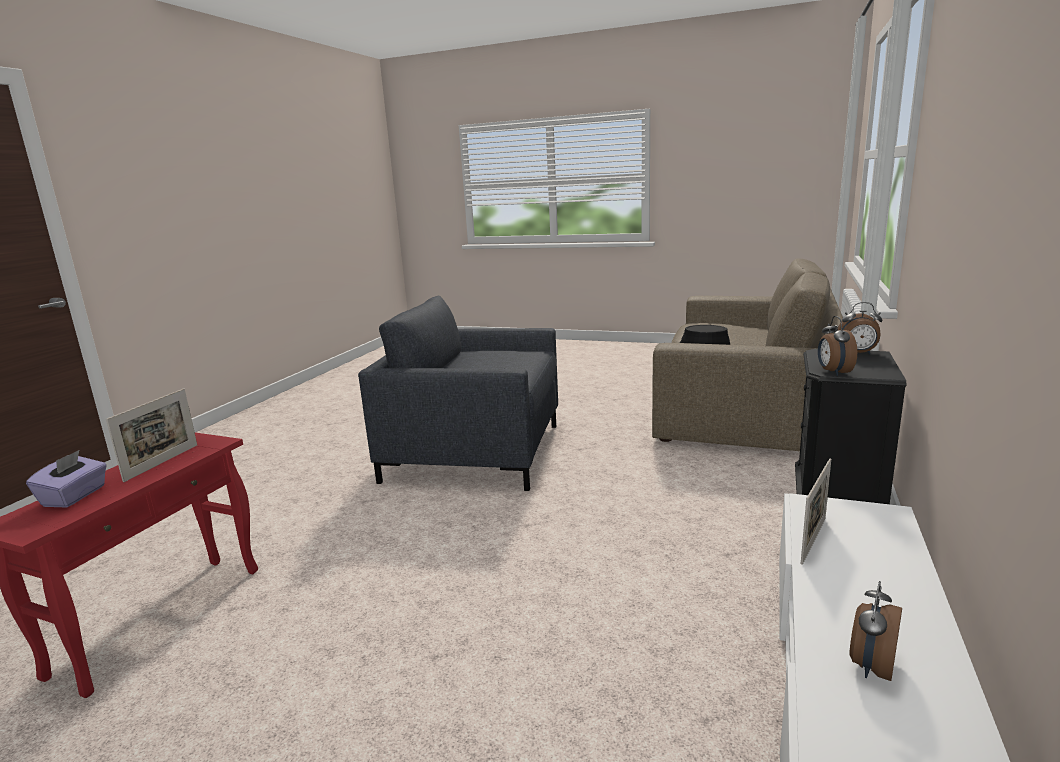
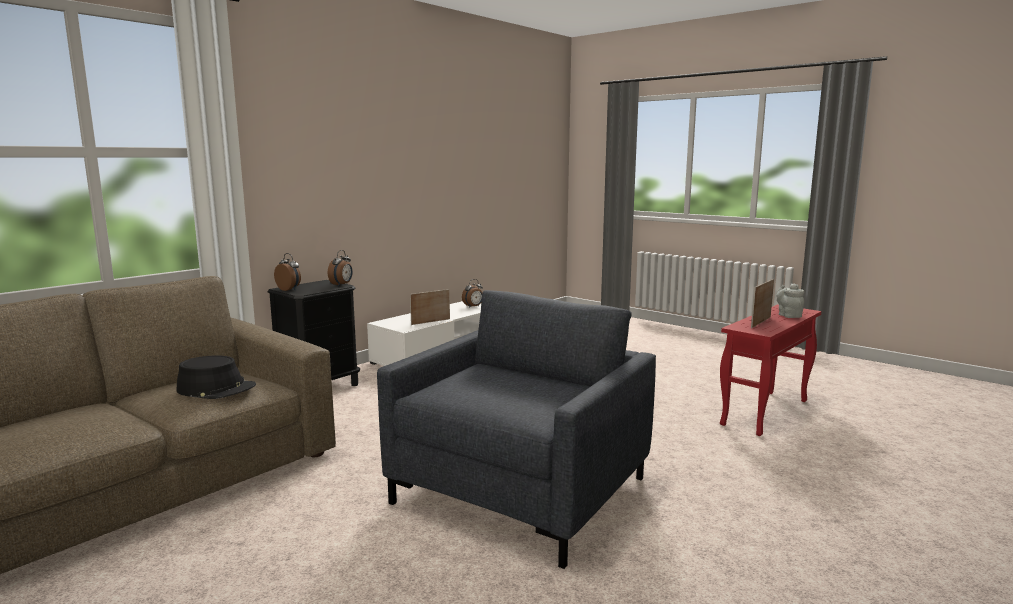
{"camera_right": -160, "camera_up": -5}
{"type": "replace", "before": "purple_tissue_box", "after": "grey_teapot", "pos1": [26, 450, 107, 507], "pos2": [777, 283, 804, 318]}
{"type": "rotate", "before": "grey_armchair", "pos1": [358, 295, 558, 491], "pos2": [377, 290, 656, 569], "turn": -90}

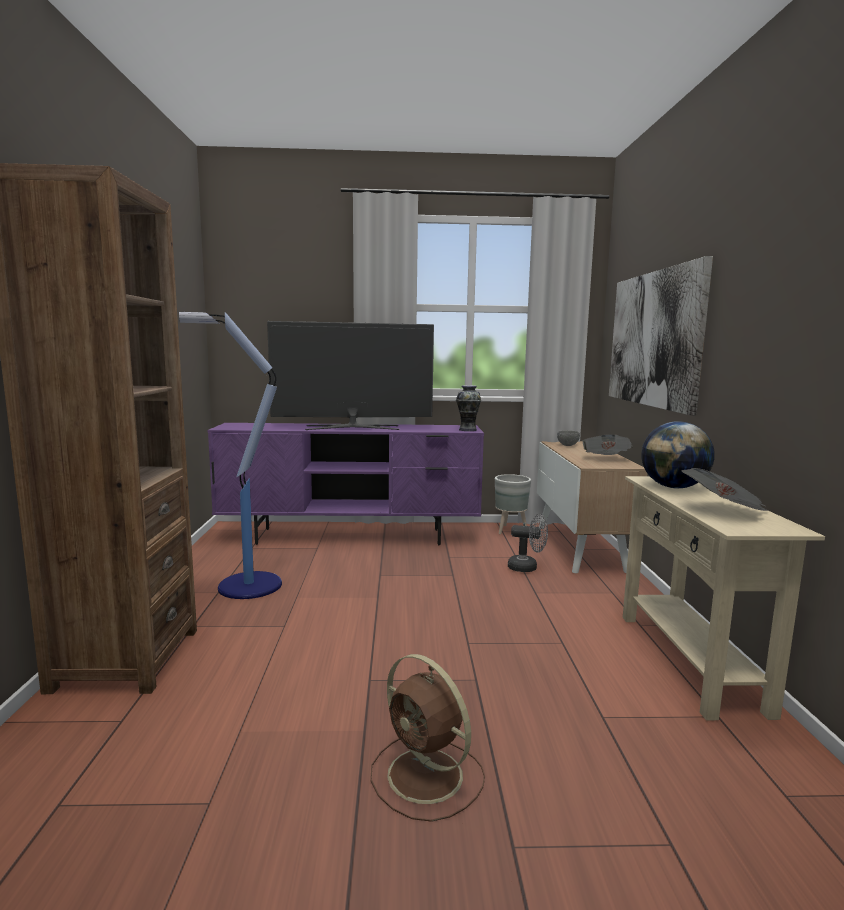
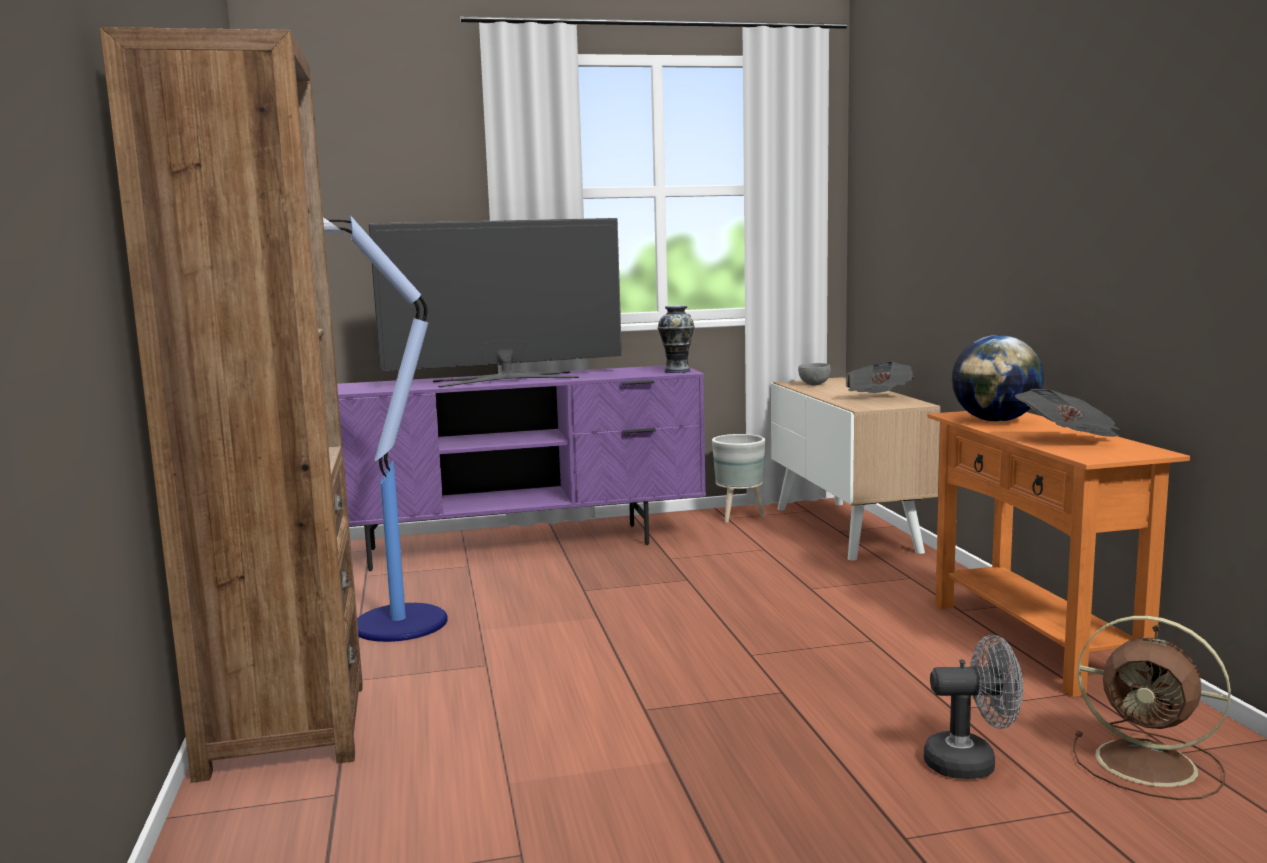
{"camera_right": -10, "camera_up": 0}
{"type": "move", "before": "brown_fan", "pos1": [370, 654, 485, 822], "pos2": [1073, 616, 1231, 800]}
{"type": "move", "before": "grey_fan", "pos1": [508, 514, 548, 572], "pos2": [924, 635, 1023, 779]}
{"type": "delete", "before": "picture", "pos1": [609, 256, 713, 415]}
{"type": "recolor", "before": "beige_console_table", "after": "orange_console_table", "pos1": [623, 476, 825, 720], "pos2": [927, 411, 1190, 697]}

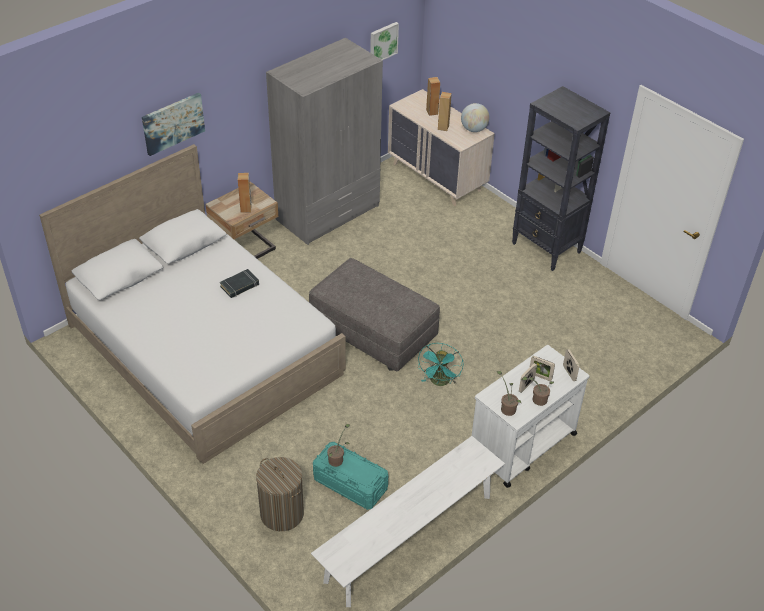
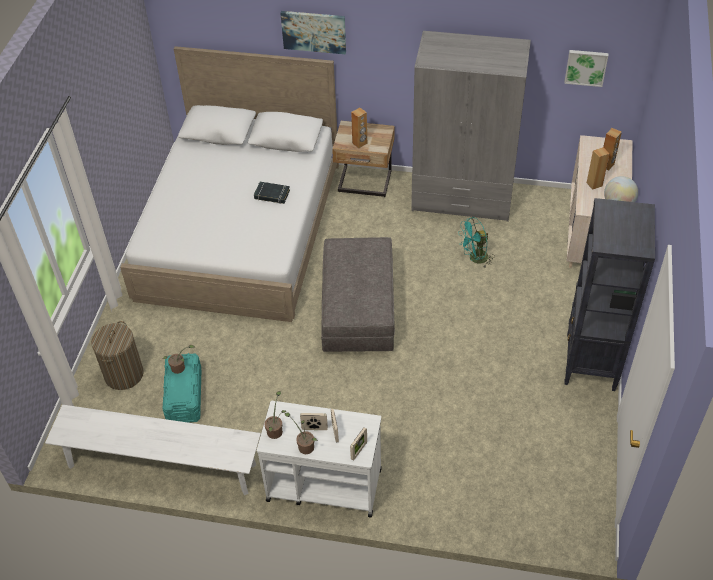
{"camera_right": 55, "camera_up": 5}
{"type": "move", "before": "turquoise_fan", "pos1": [417, 343, 464, 386], "pos2": [458, 217, 495, 268]}

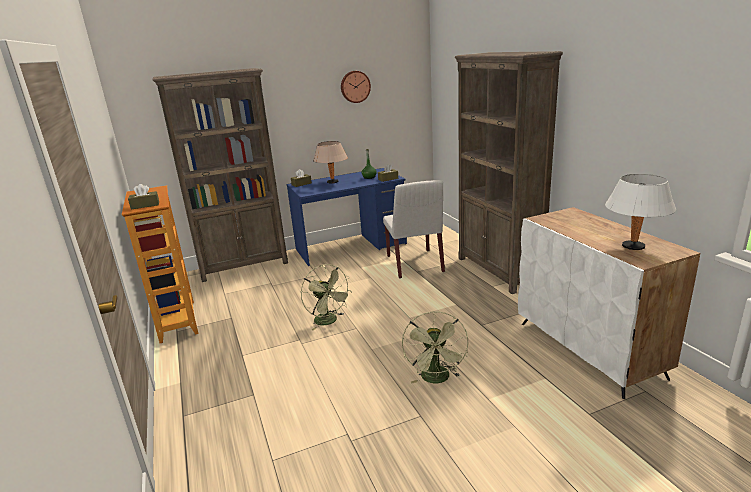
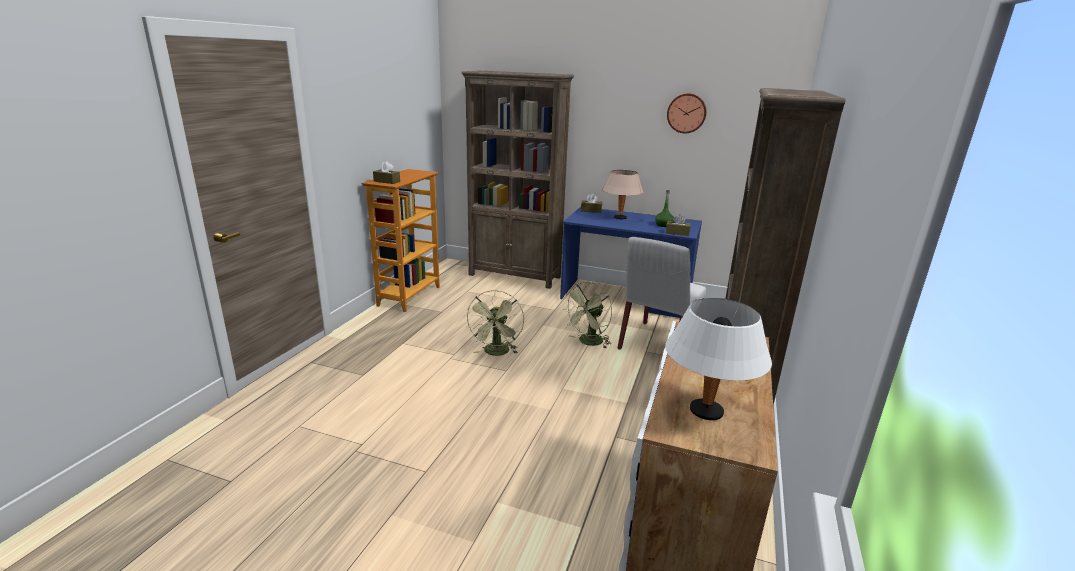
{"camera_right": 40, "camera_up": 0}
{"type": "move", "before": "green_fan", "pos1": [402, 311, 468, 383], "pos2": [562, 281, 612, 349]}

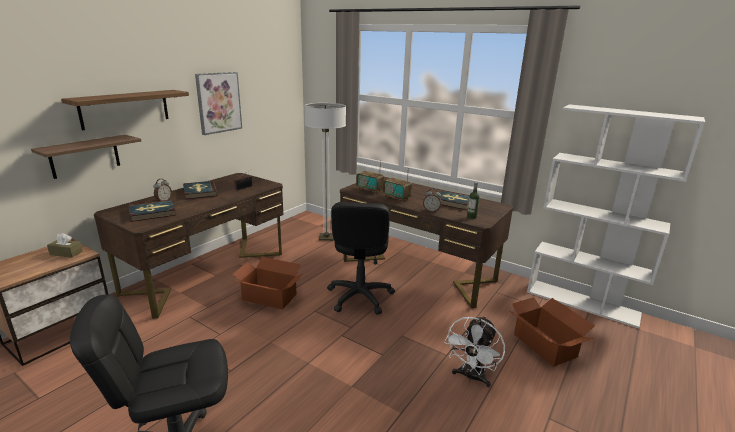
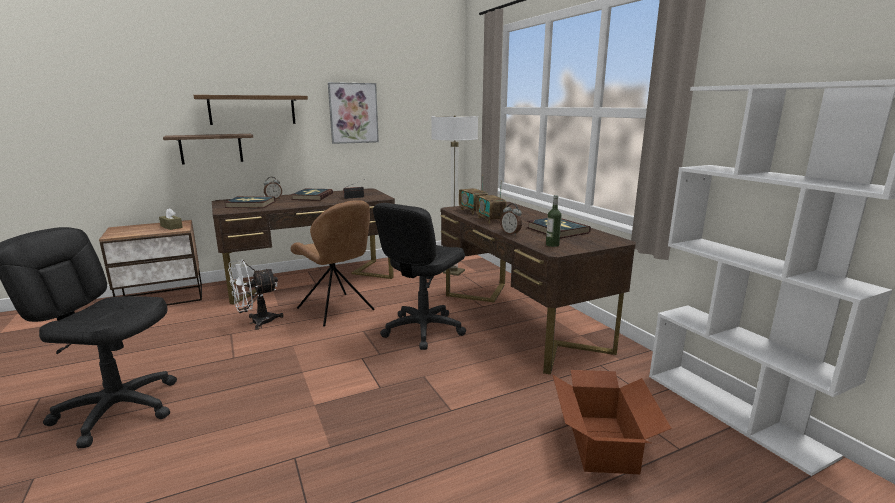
{"camera_right": 30, "camera_up": -5}
{"type": "replace", "before": "cardboard_box", "after": "brown_chair", "pos1": [232, 257, 304, 310], "pos2": [291, 200, 375, 326]}
{"type": "move", "before": "white_fan", "pos1": [444, 316, 505, 387], "pos2": [228, 259, 284, 330]}

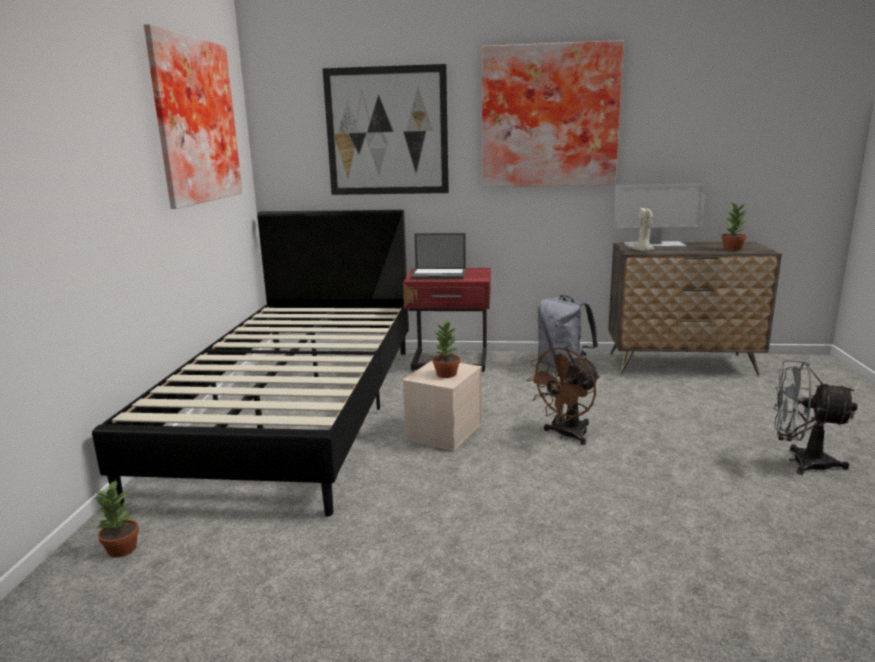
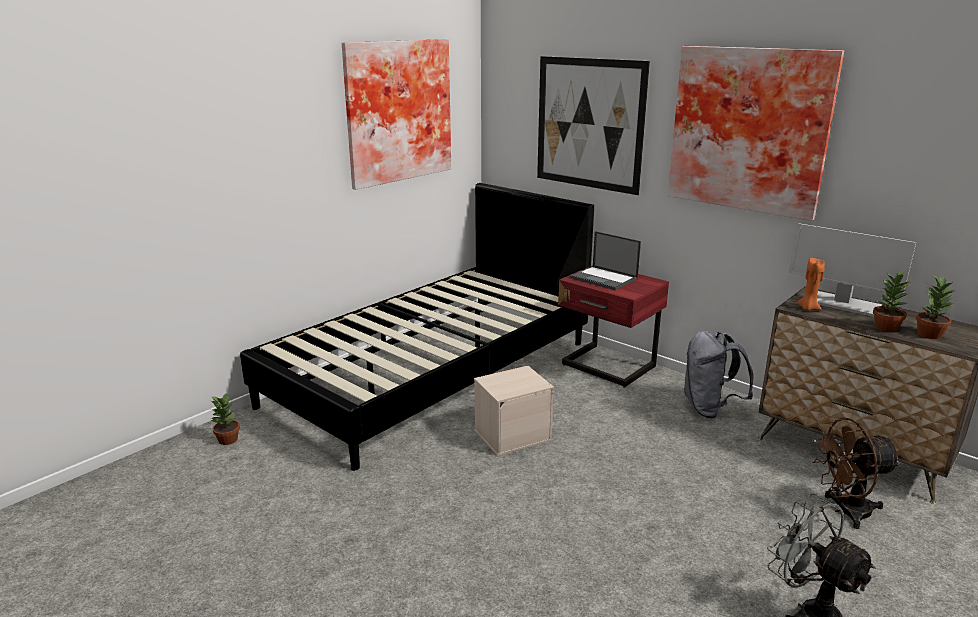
{"camera_right": 35, "camera_up": 5}
{"type": "move", "before": "potted_plant", "pos1": [432, 319, 460, 378], "pos2": [873, 271, 910, 332]}
{"type": "move", "before": "brown_fan", "pos1": [527, 347, 600, 445], "pos2": [811, 418, 901, 529]}
{"type": "recolor", "before": "beige_candle", "after": "orange_candle", "pos1": [632, 207, 654, 252], "pos2": [797, 258, 825, 311]}

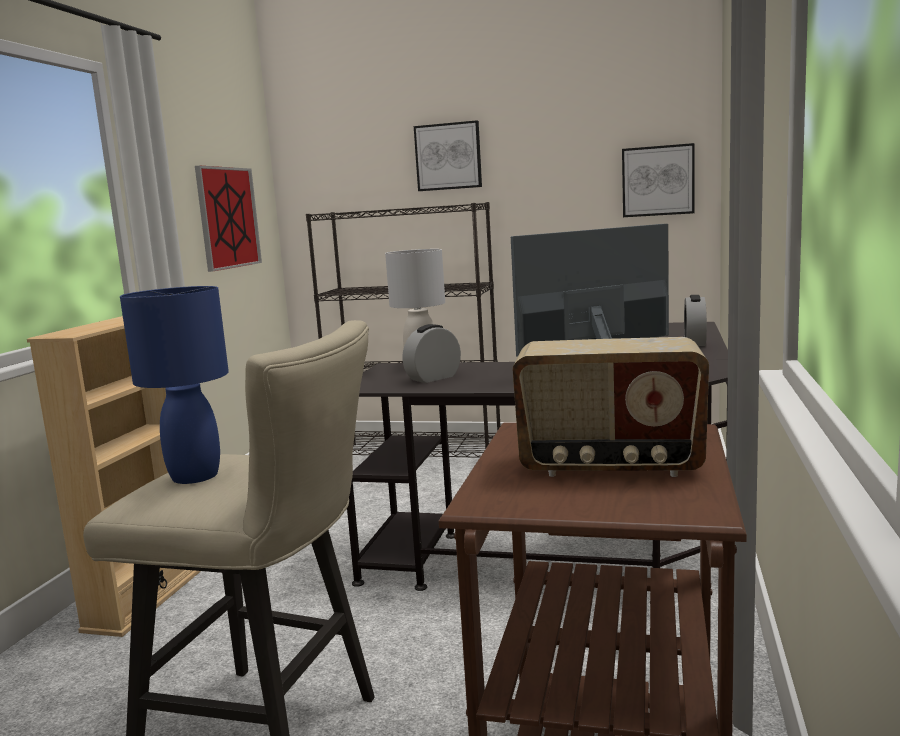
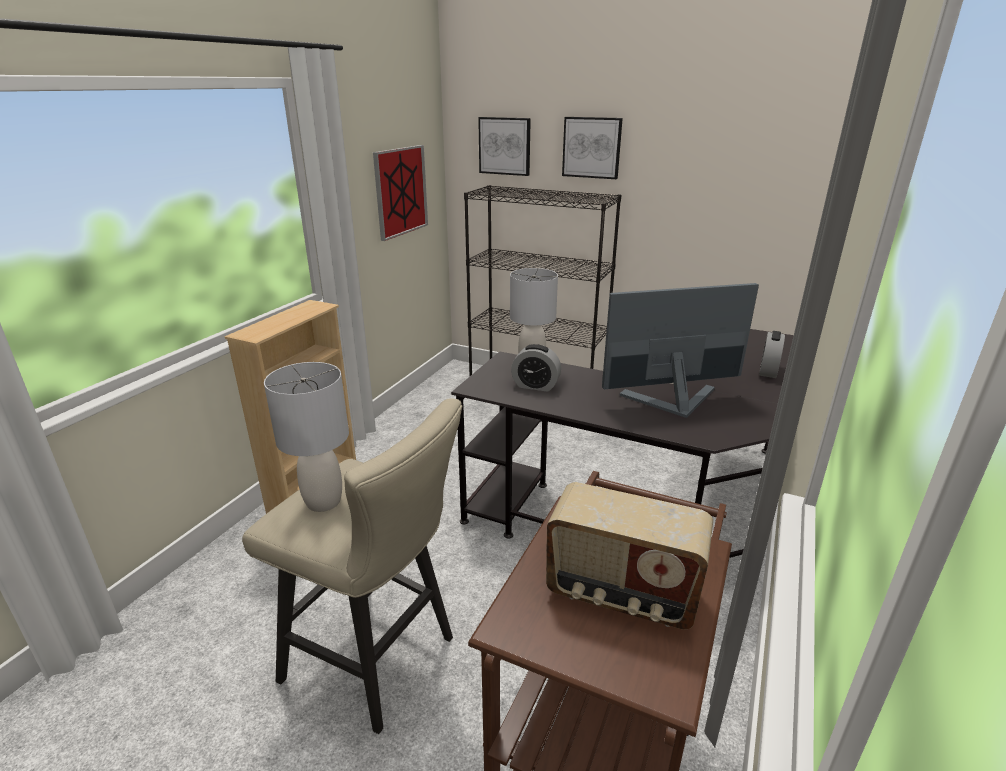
{"camera_right": 10, "camera_up": 15}
{"type": "recolor", "before": "blue_table_lamp", "after": "grey_table_lamp", "pos1": [120, 286, 229, 484], "pos2": [264, 362, 349, 512]}
{"type": "rotate", "before": "alarm_clock", "pos1": [402, 324, 461, 383], "pos2": [511, 344, 561, 392], "turn": -135}
{"type": "move", "before": "picture", "pos1": [622, 143, 695, 217], "pos2": [478, 117, 531, 176]}

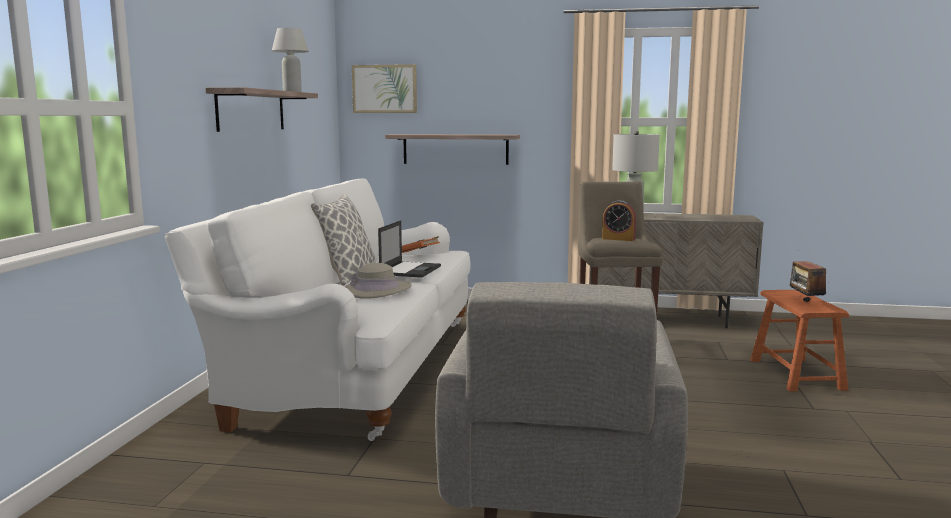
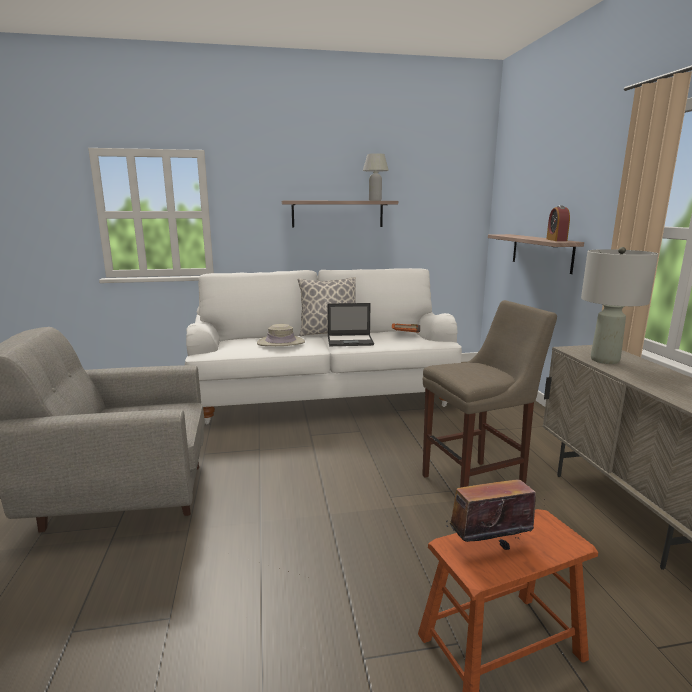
{"camera_right": 70, "camera_up": 5}
{"type": "delete", "before": "picture", "pos1": [352, 64, 417, 113]}
{"type": "move", "before": "alarm_clock", "pos1": [602, 200, 636, 241], "pos2": [546, 206, 570, 241]}

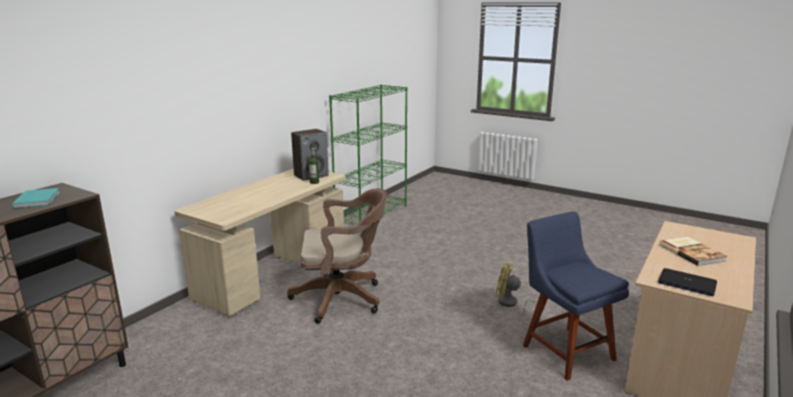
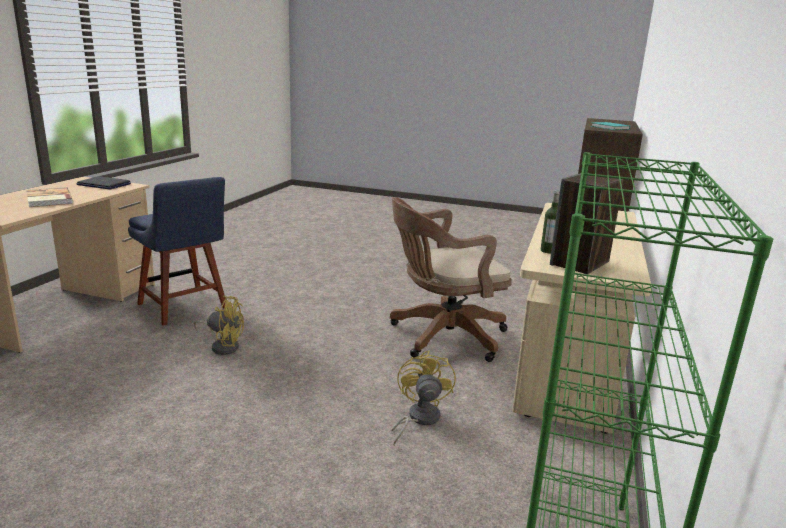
{"camera_right": 165, "camera_up": 0}
{"type": "insert", "after": "yellow_fan", "pos2": [391, 350, 456, 445]}

